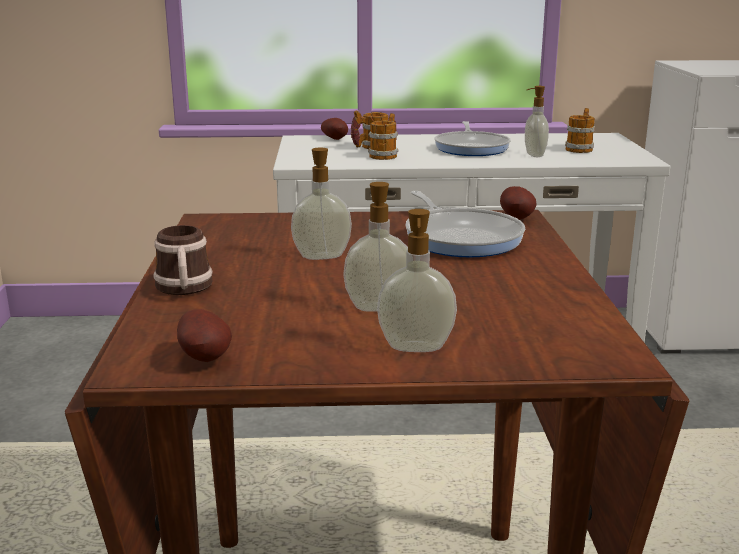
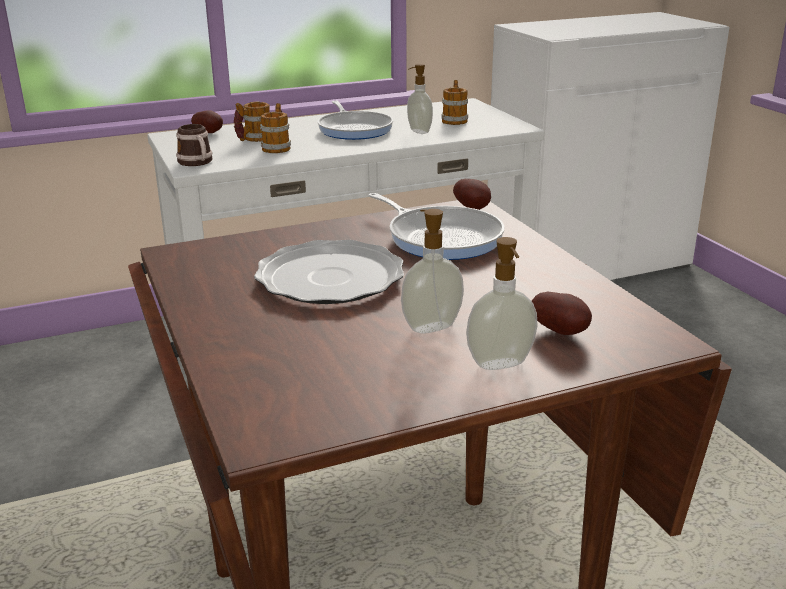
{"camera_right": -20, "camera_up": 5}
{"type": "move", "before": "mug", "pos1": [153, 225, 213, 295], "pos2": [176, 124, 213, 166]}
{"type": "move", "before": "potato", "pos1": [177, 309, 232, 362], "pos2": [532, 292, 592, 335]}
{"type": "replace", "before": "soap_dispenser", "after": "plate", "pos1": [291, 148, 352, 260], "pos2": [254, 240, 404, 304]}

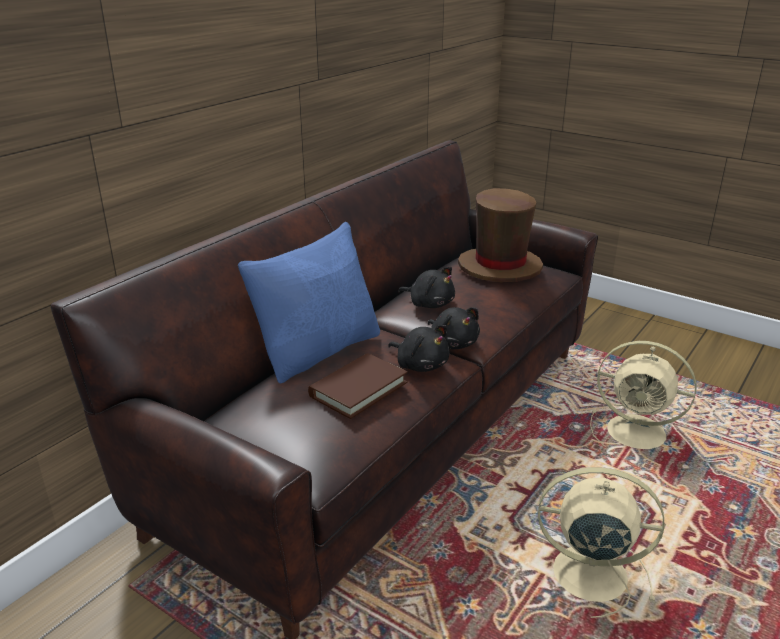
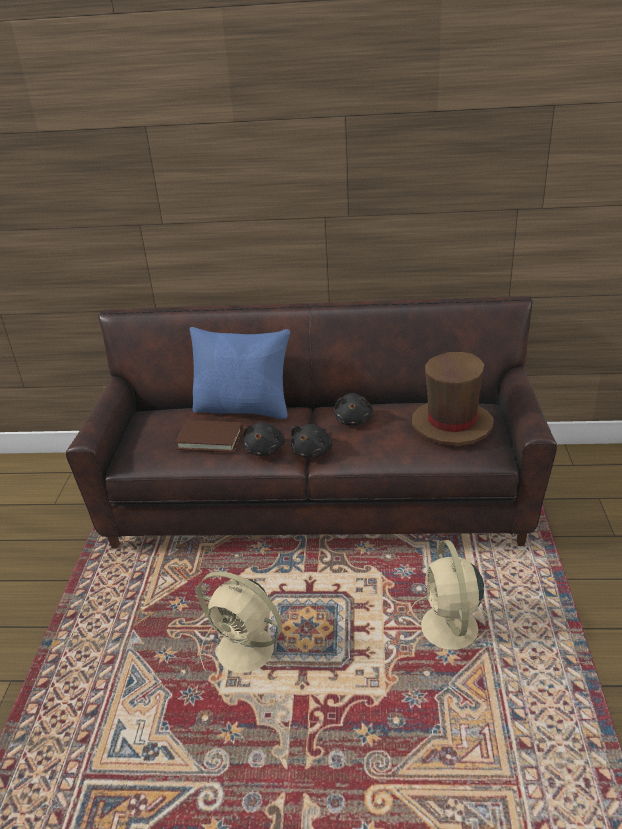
{"camera_right": 60, "camera_up": 5}
{"type": "rotate", "before": "beige_fan", "pos1": [538, 467, 664, 618], "pos2": [198, 571, 282, 673], "turn": 135}

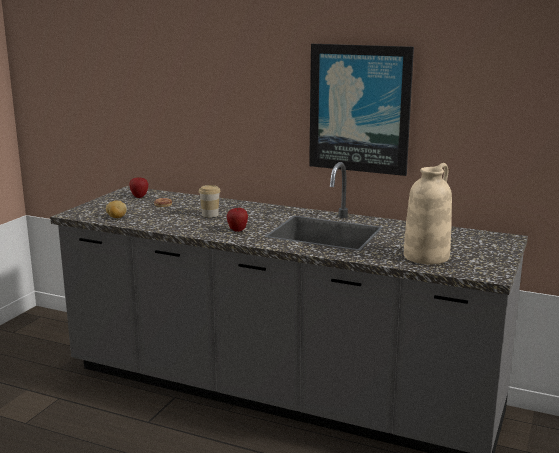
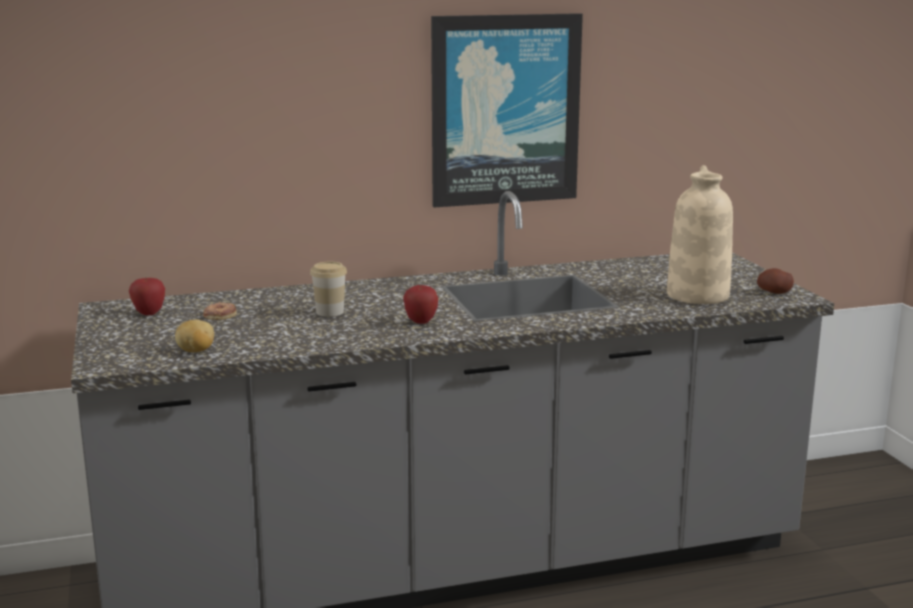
{"camera_right": -40, "camera_up": 0}
{"type": "insert", "after": "potato", "pos2": [757, 268, 794, 294]}

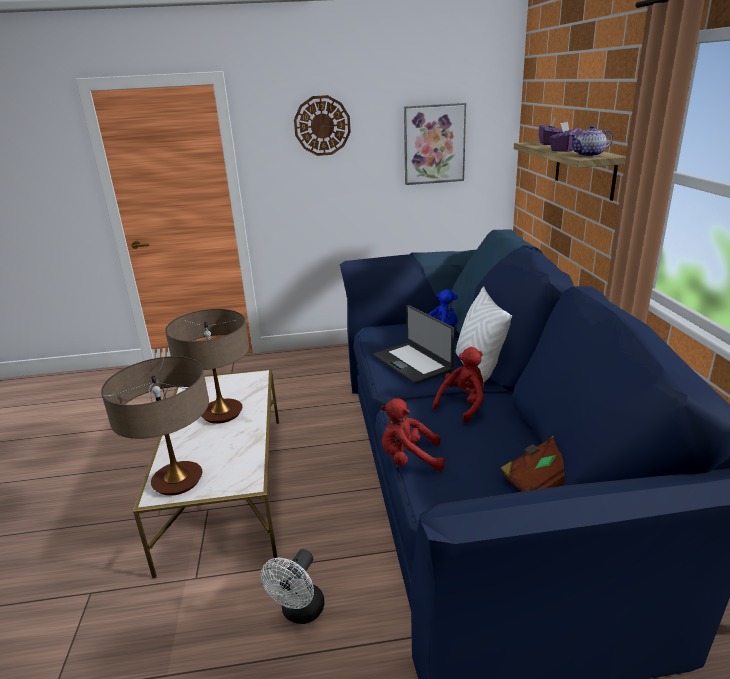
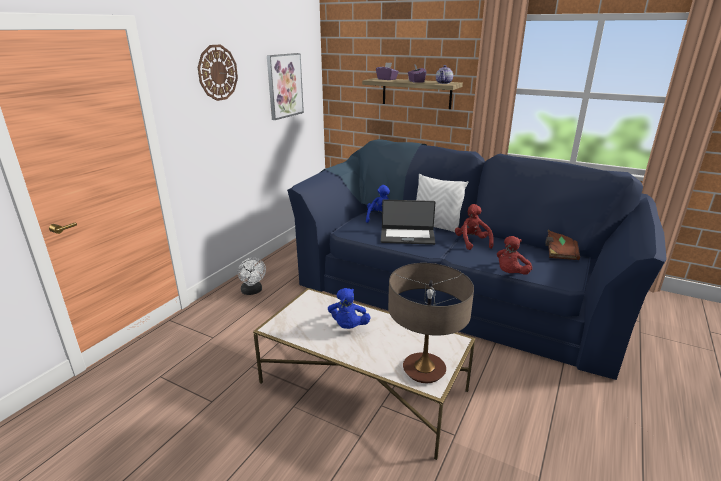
{"camera_right": -55, "camera_up": 0}
{"type": "replace", "before": "table_lamp", "after": "blue_plush_toy", "pos1": [165, 309, 249, 424], "pos2": [328, 288, 371, 329]}
{"type": "move", "before": "white_fan", "pos1": [261, 549, 324, 624], "pos2": [238, 258, 266, 295]}

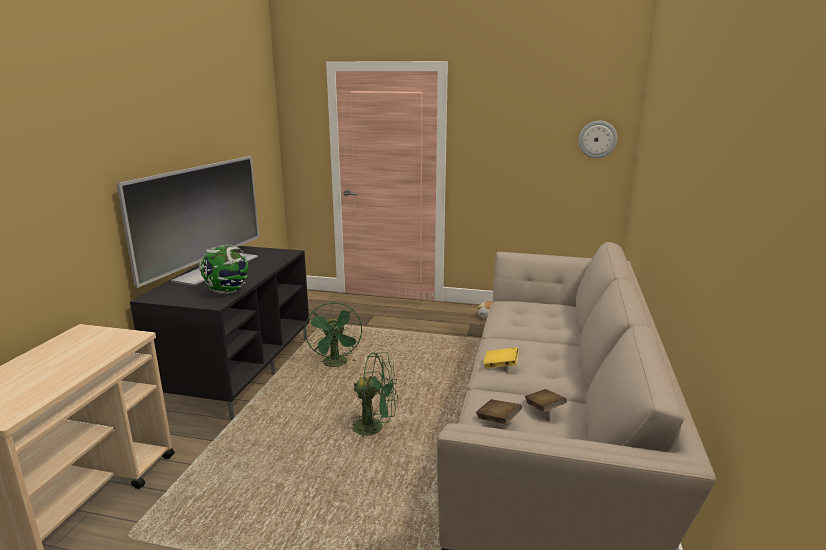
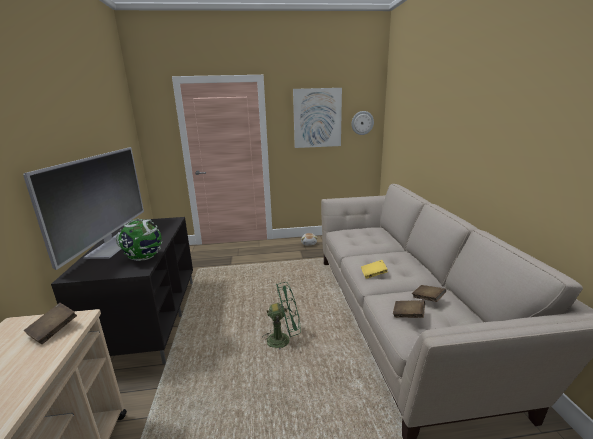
{"camera_right": -20, "camera_up": 0}
{"type": "delete", "before": "green_fan", "pos1": [305, 302, 362, 367]}
{"type": "insert", "after": "brown_book", "pos2": [24, 303, 77, 344]}
{"type": "insert", "after": "picture", "pos2": [293, 88, 342, 148]}

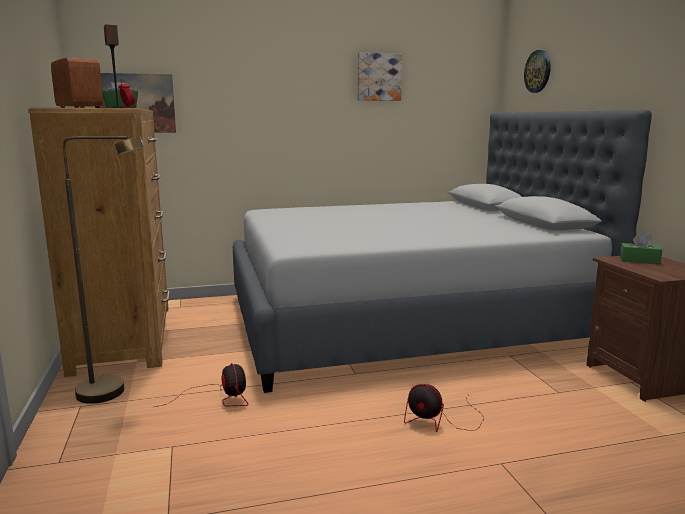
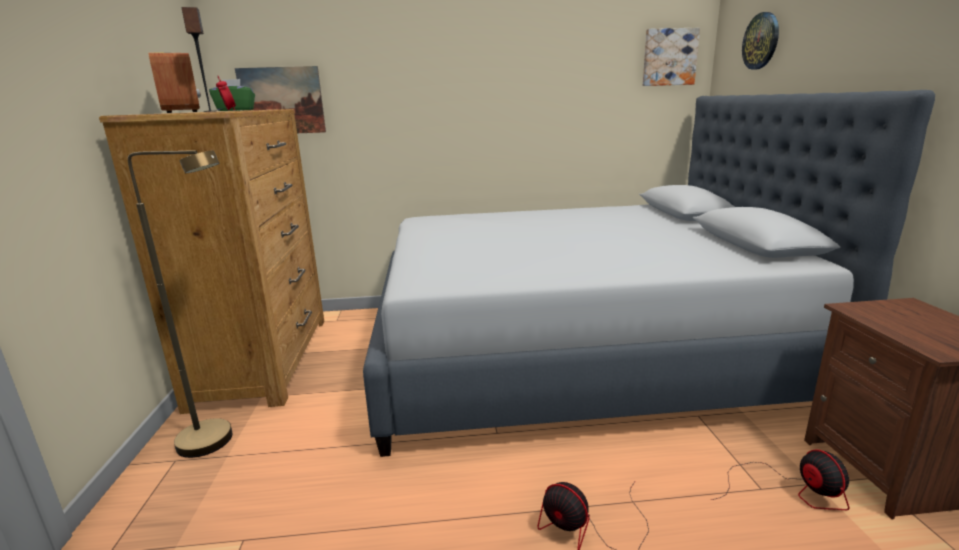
{"camera_right": 10, "camera_up": 5}
{"type": "move", "before": "fan", "pos1": [155, 363, 248, 407], "pos2": [711, 449, 850, 510]}
{"type": "move", "before": "picture", "pos1": [358, 53, 402, 101], "pos2": [643, 28, 700, 86]}
{"type": "delete", "before": "green_tissue_box", "pos1": [620, 232, 662, 264]}

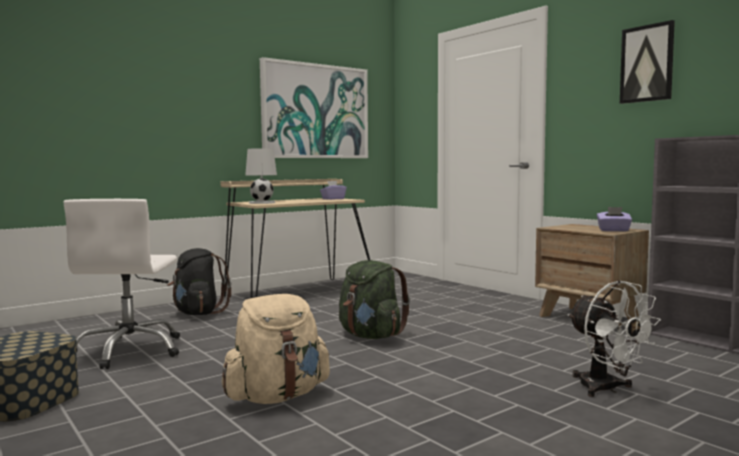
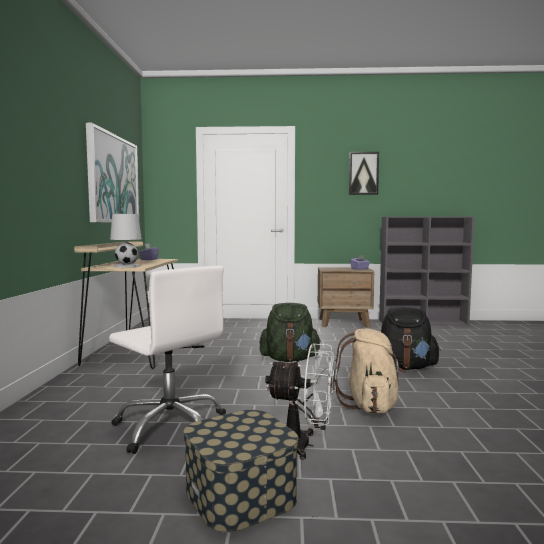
{"camera_right": -50, "camera_up": 0}
{"type": "move", "before": "black_backpack", "pos1": [167, 248, 231, 315], "pos2": [381, 307, 441, 370]}
{"type": "move", "before": "white_fan", "pos1": [568, 280, 661, 397], "pos2": [265, 343, 334, 460]}

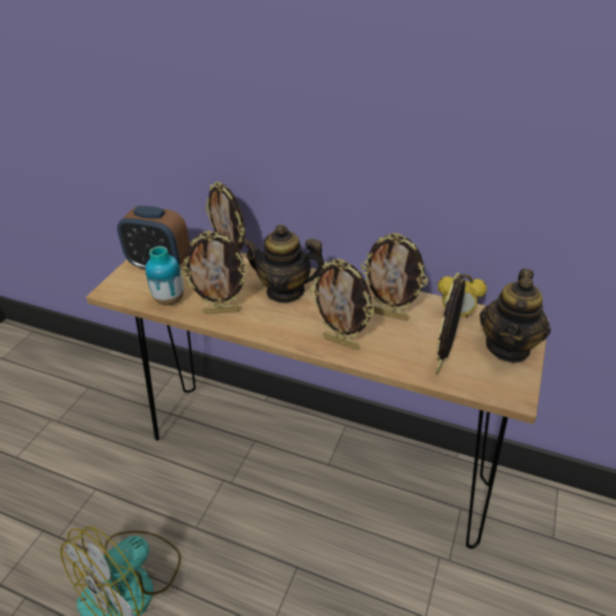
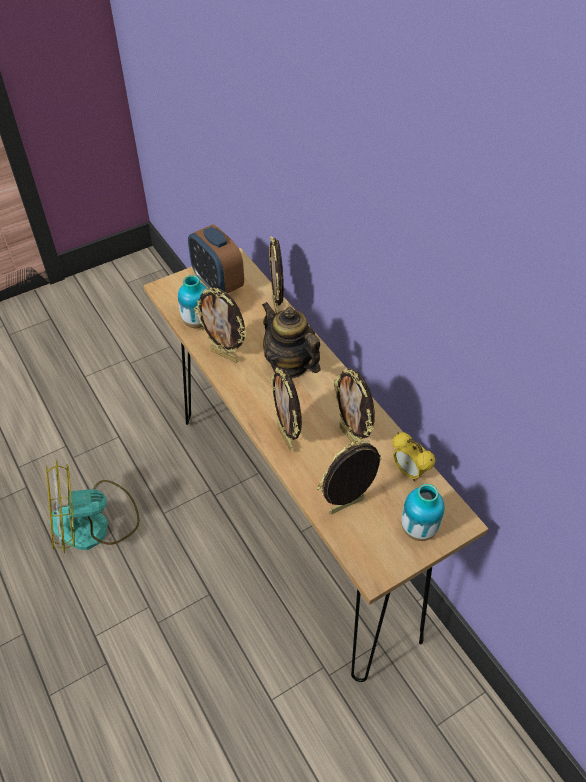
{"camera_right": 35, "camera_up": 10}
{"type": "replace", "before": "teapot", "after": "vase", "pos1": [480, 268, 551, 363], "pos2": [401, 484, 444, 541]}

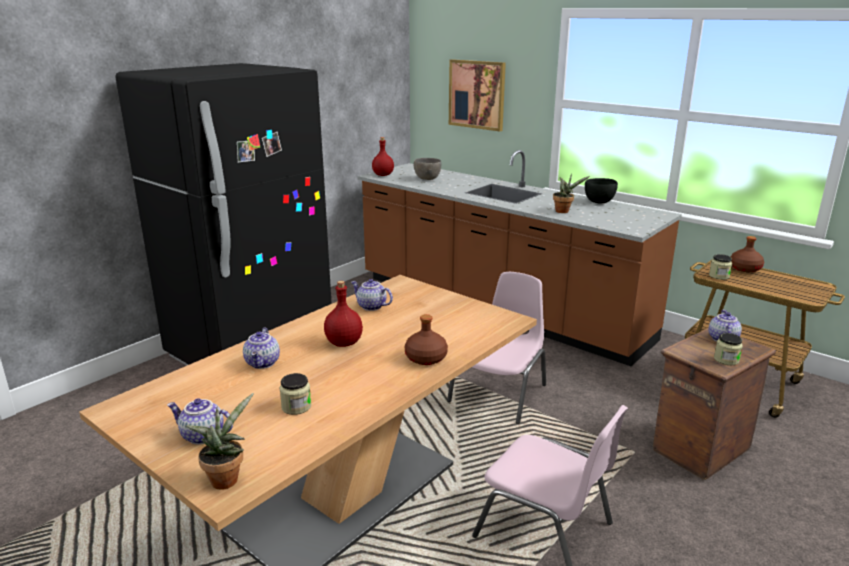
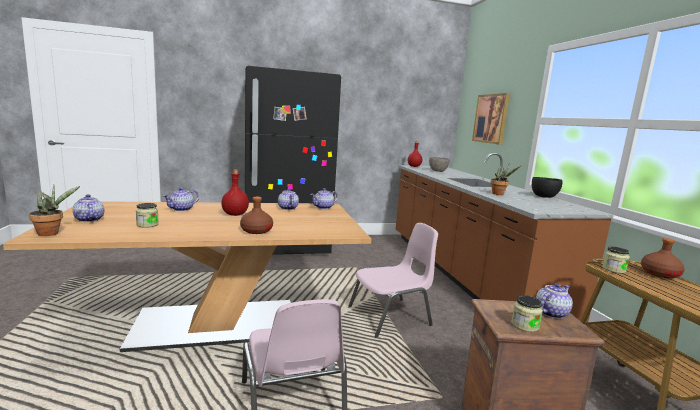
{"camera_right": 35, "camera_up": -10}
{"type": "insert", "after": "teapot", "pos2": [310, 188, 338, 209]}

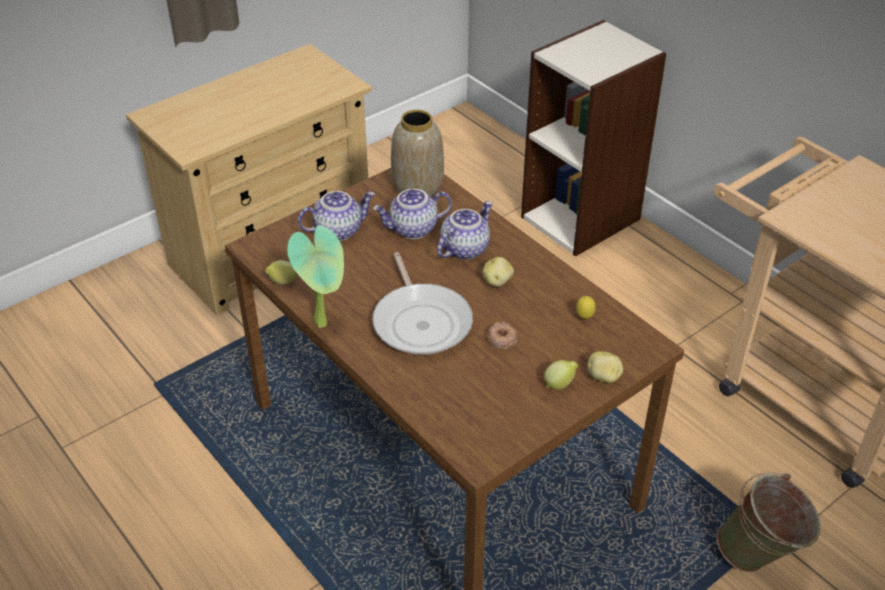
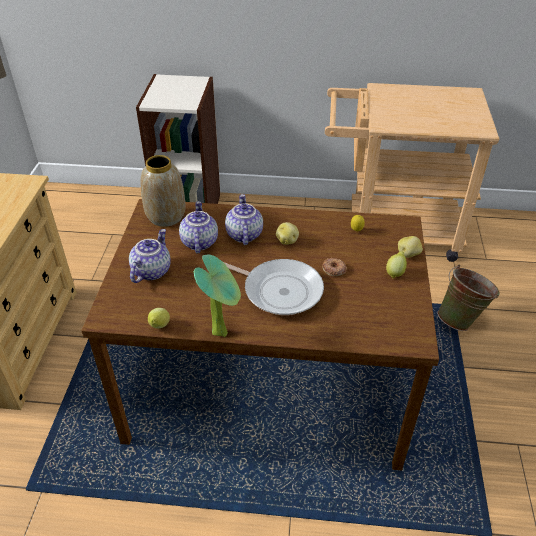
{"camera_right": -45, "camera_up": 0}
{"type": "rotate", "before": "teapot", "pos1": [373, 189, 452, 239], "pos2": [179, 201, 218, 254], "turn": 150}

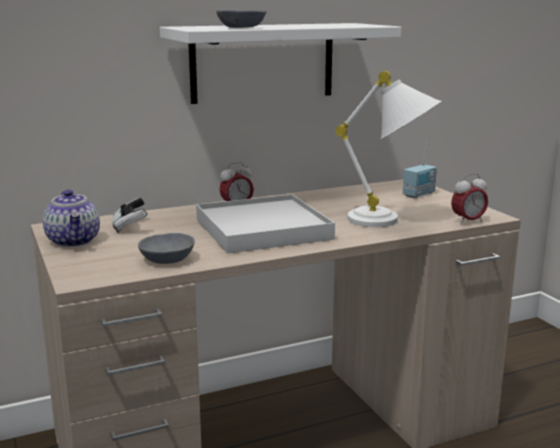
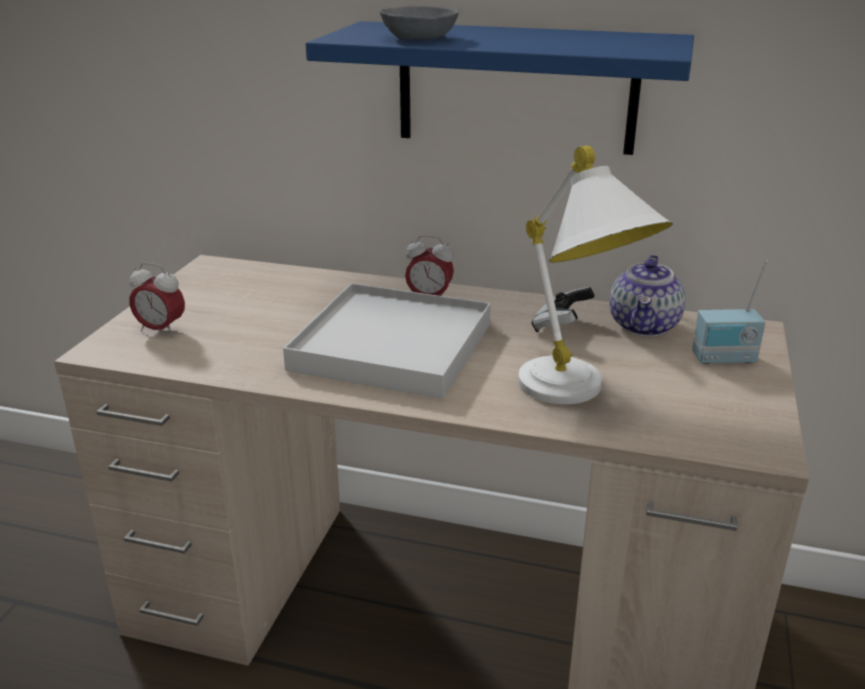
{"camera_right": 40, "camera_up": 10}
{"type": "move", "before": "teapot", "pos1": [43, 190, 100, 247], "pos2": [609, 255, 685, 336]}
{"type": "move", "before": "game_controller", "pos1": [112, 198, 147, 233], "pos2": [532, 287, 594, 332]}
{"type": "delete", "before": "grey_bowl", "pos1": [138, 233, 195, 264]}
{"type": "recolor", "before": "white_shelf", "after": "blue_shelf", "pos1": [160, 23, 402, 104], "pos2": [306, 21, 694, 155]}
{"type": "move", "before": "alarm_clock", "pos1": [451, 173, 488, 225], "pos2": [129, 263, 185, 337]}

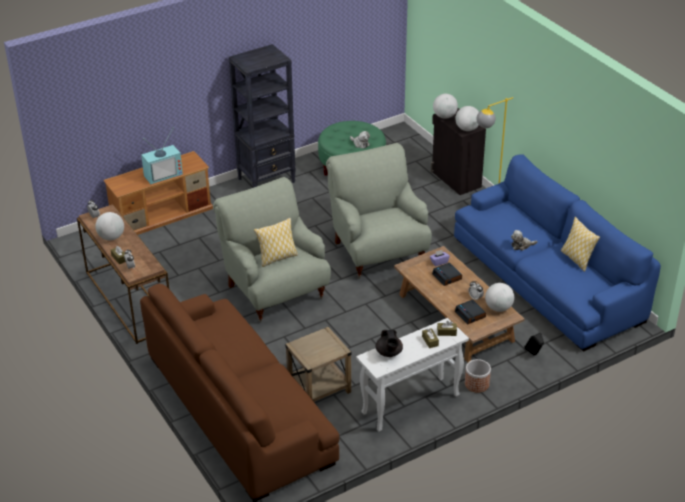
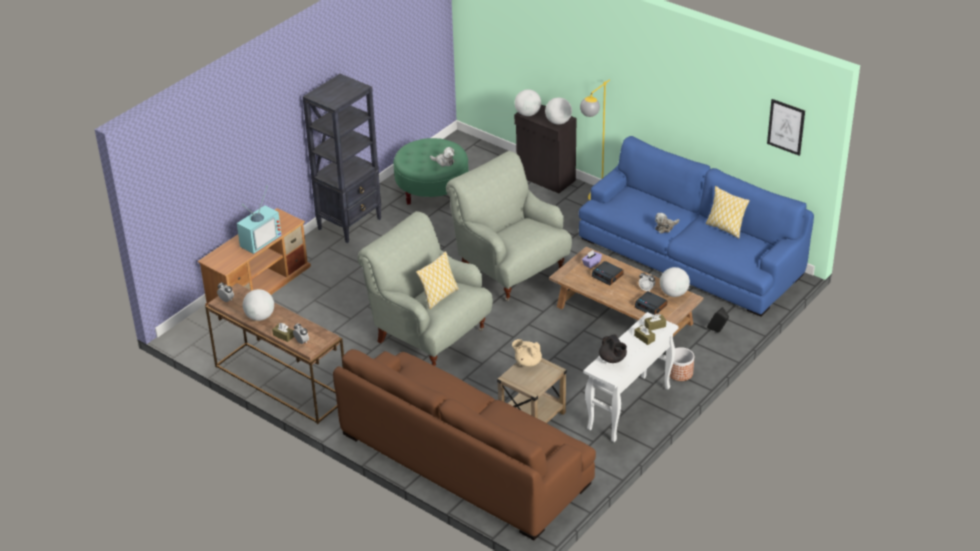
{"camera_right": -20, "camera_up": 0}
{"type": "insert", "after": "beige_teapot", "pos2": [512, 339, 542, 367]}
{"type": "insert", "after": "picture", "pos2": [767, 99, 805, 156]}

